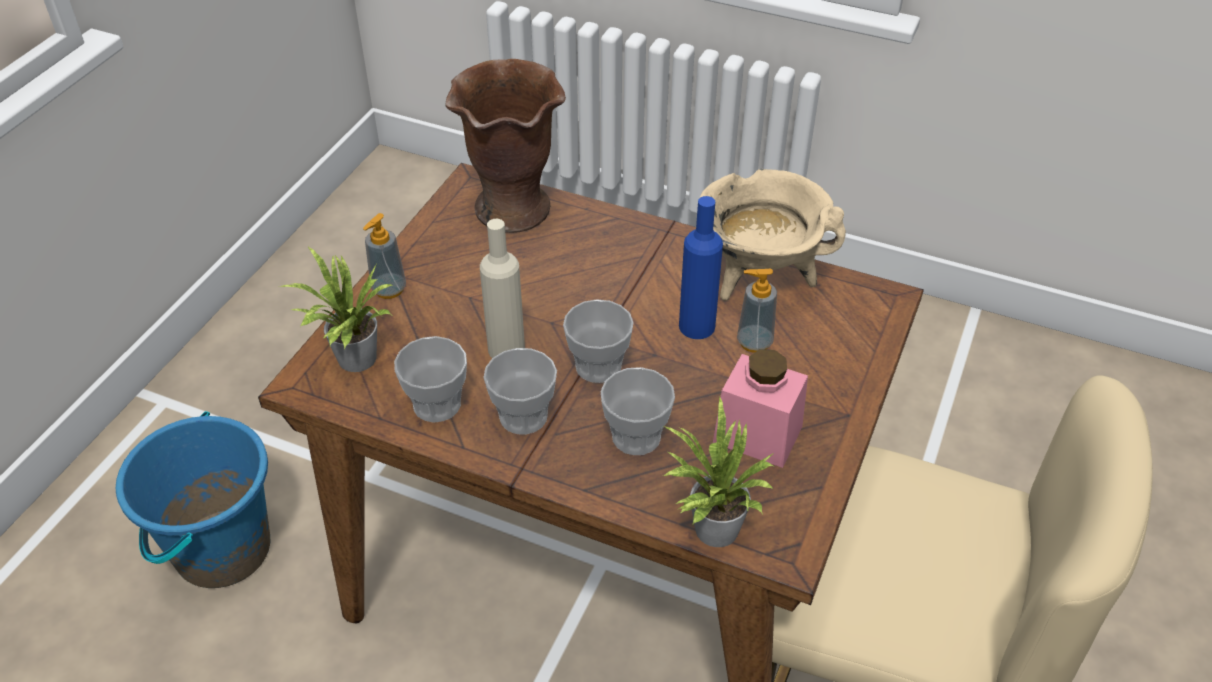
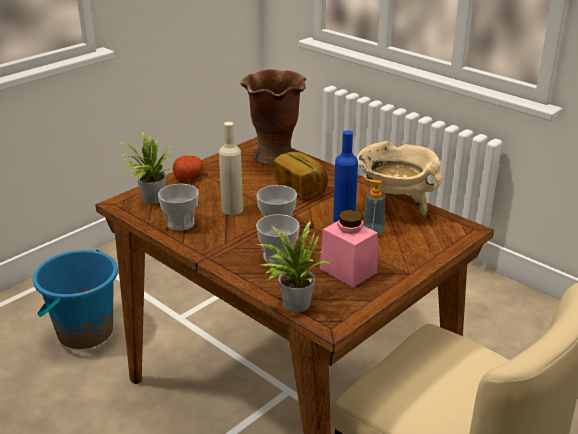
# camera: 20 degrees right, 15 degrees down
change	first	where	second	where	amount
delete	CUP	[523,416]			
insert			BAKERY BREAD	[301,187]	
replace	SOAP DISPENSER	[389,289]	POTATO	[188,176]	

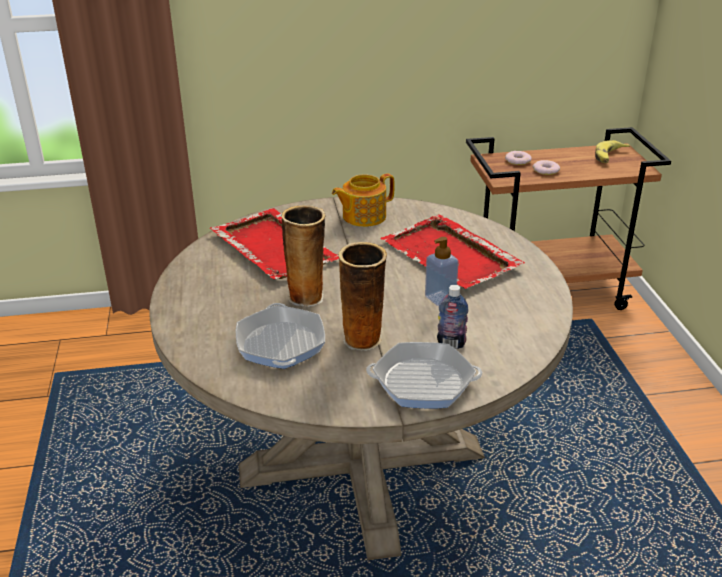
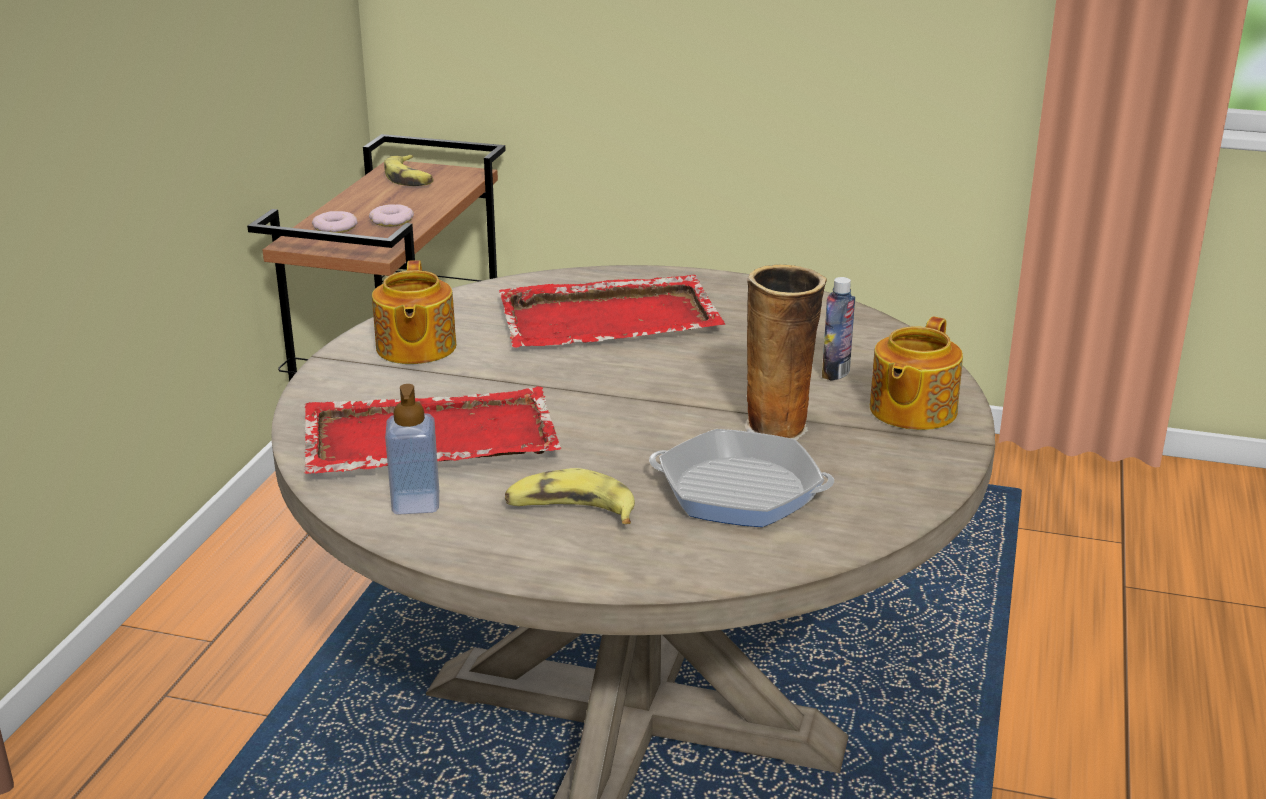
# camera: 65 degrees left, 5 degrees down
change	first	where	second	where	amount
delete	DECORATIVE VASE	[307,296]			
insert			BANANA	[570,512]	
move	SOAP DISPENSER	[440,298]		[416,503]	
replace	FRYING PAN	[423,382]	TEA POT	[911,410]	

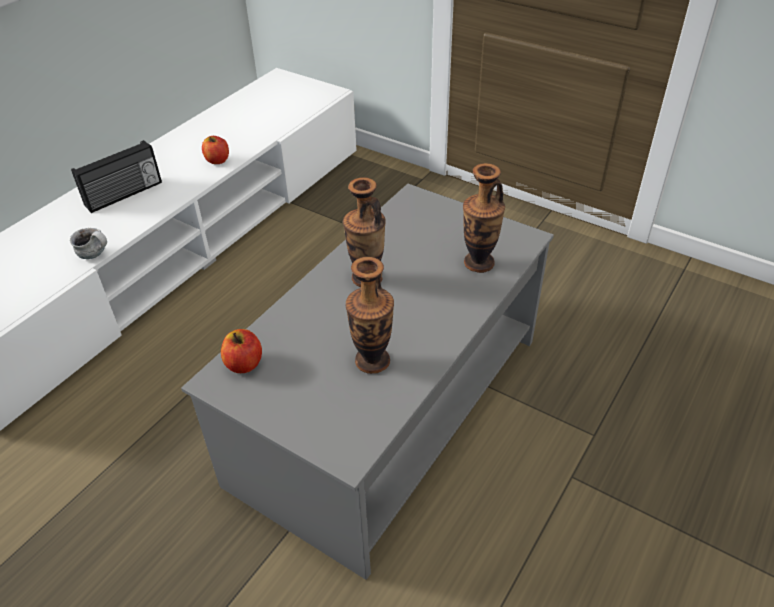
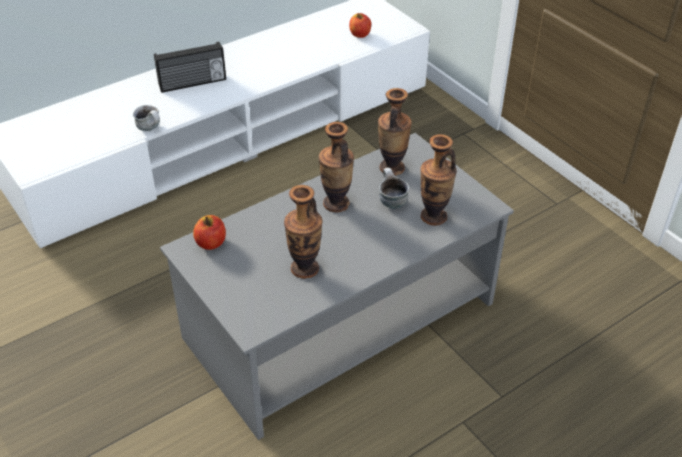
# camera: 20 degrees right, 0 degrees up
change	first	where	second	where	amount
insert			DECORATIVE VASE	[392,168]	
insert			COFFEE MUG	[390,200]	
move	WHOLE APPLE	[217,160]		[360,34]	

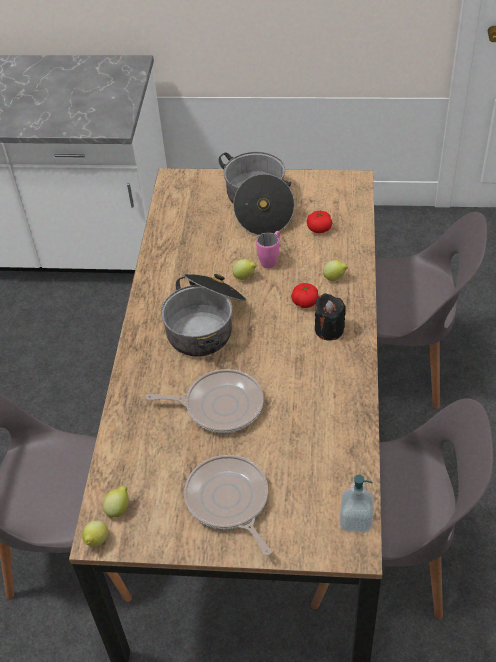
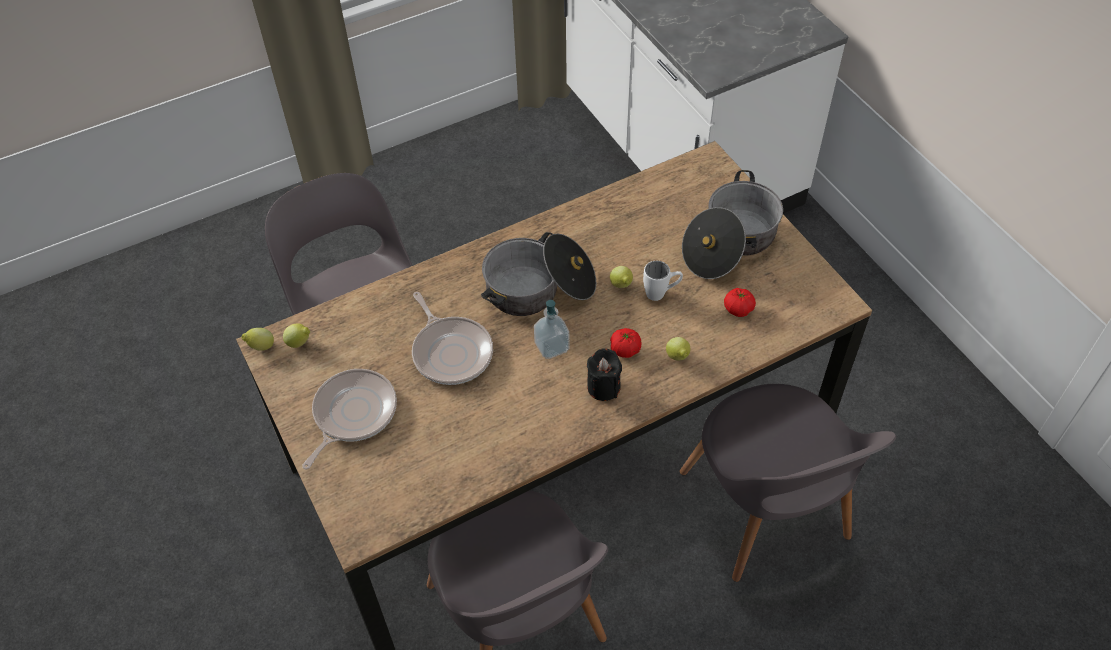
# camera: 55 degrees right, 5 degrees up
change	first	where	second	where	amount
move	SOAP DISPENSER	[355,520]		[552,346]	
recolor	PINK-COLOURED COFFEE MUG	[271,260]	WHITE COFFEE MUG	[661,293]	

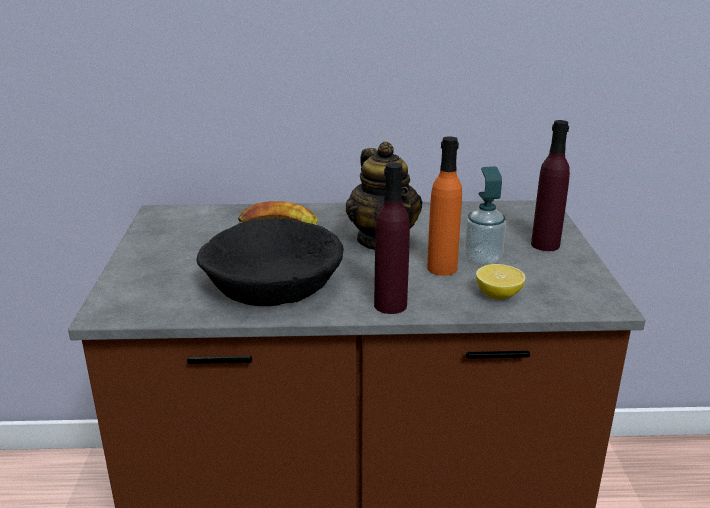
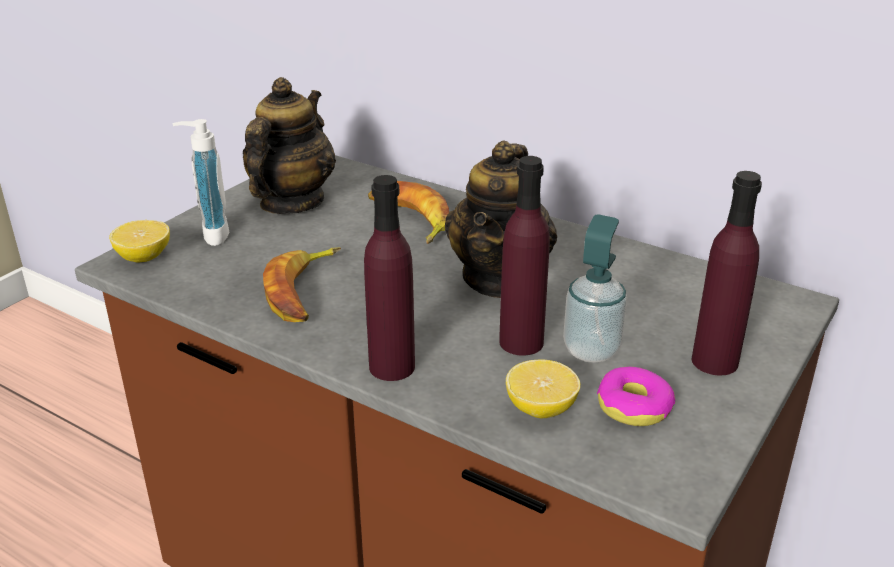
# camera: 35 degrees right, 5 degrees up
change	first	where	second	where	amount
insert			LEMON	[144,257]	
insert			SOAP DISPENSER	[210,235]	
insert			TEA POT	[291,202]	
insert			RING DOUGHNUT	[634,407]	
replace	BLACK-COLOURED SERVING BOWL	[273,286]	BANANA	[304,291]	
recolor	ORANGE-COLOURED DRINK BOTTLE	[442,268]	PURPLE DRINK BOTTLE	[521,342]	

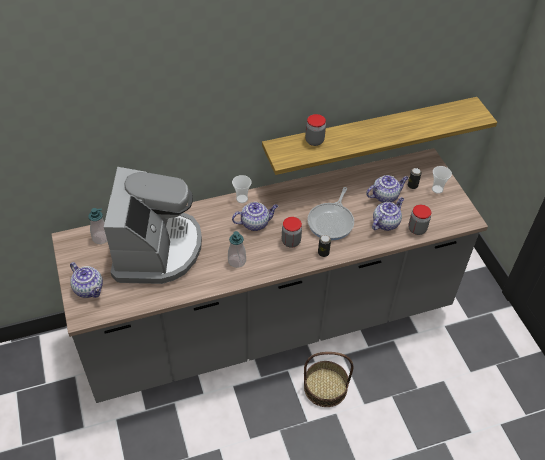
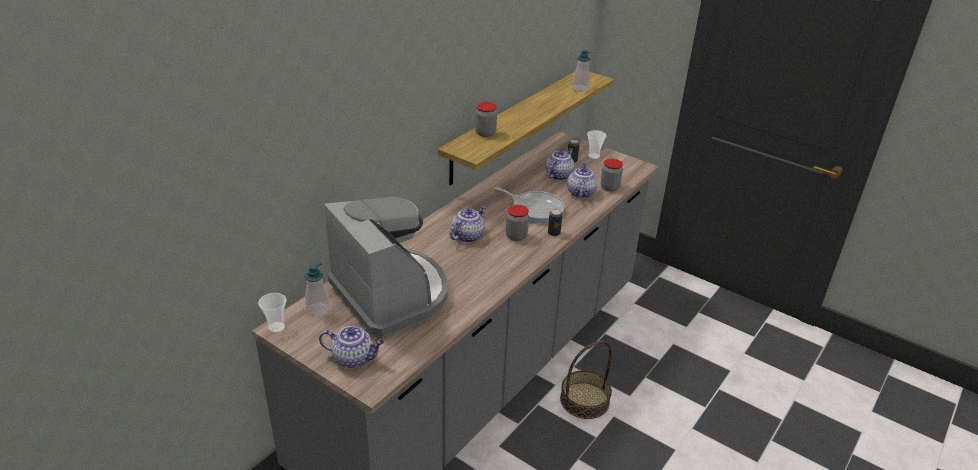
# camera: 35 degrees left, 15 degrees down
change	first	where	second	where	amount
move	SOAP DISPENSER	[237,261]		[580,88]	
move	CUP	[242,199]		[276,327]	
rotate	FRYING PAN	[331,222]		[535,209]	45 degrees counterclockwise

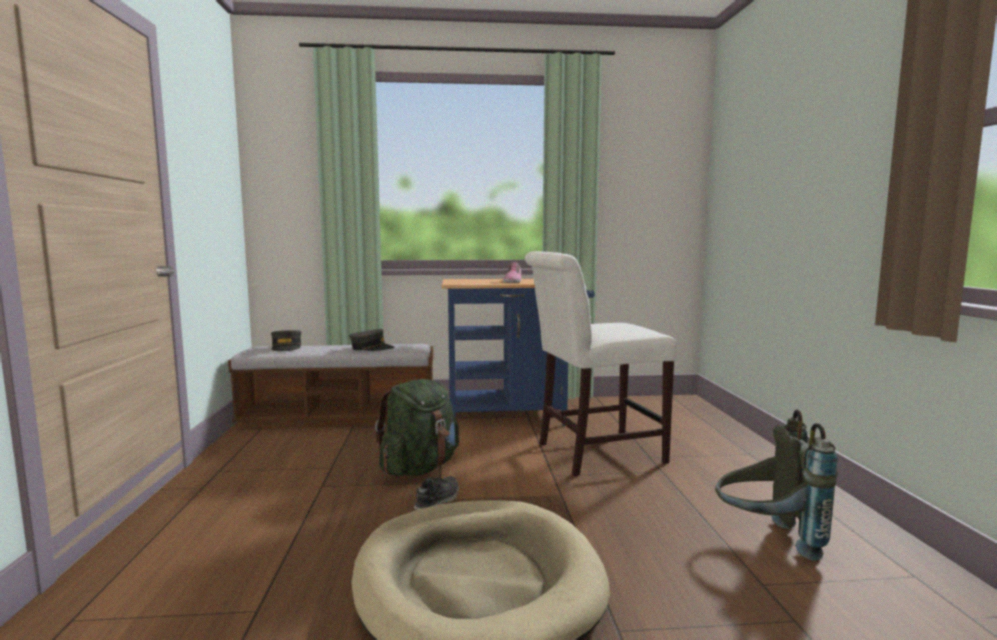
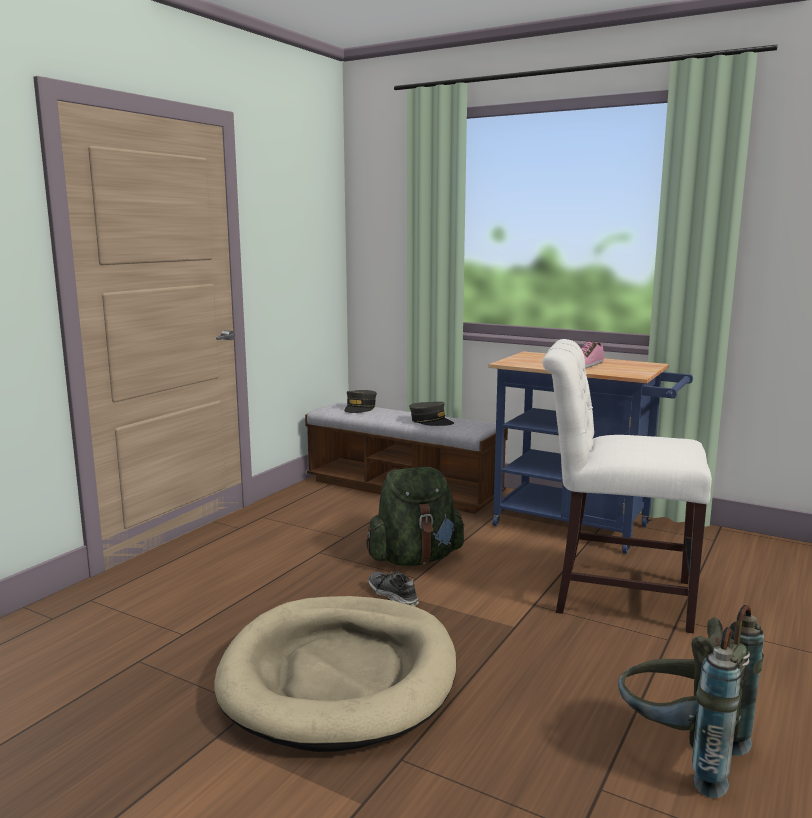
# camera: 35 degrees right, 5 degrees up
change	first	where	second	where	amount
rotate	LOW SHOE	[437,501]		[393,595]	105 degrees counterclockwise

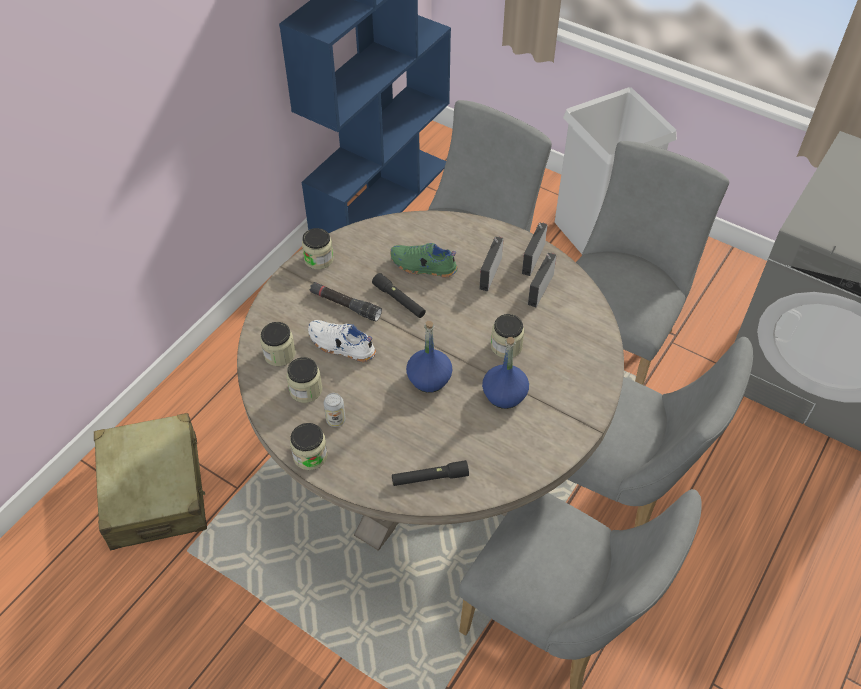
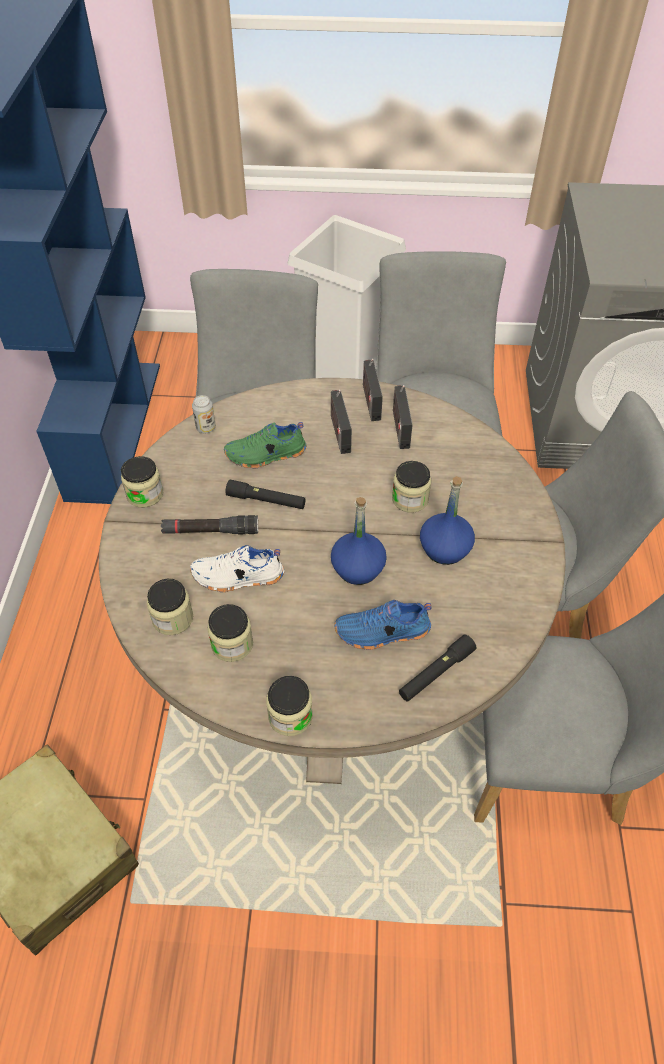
# camera: 30 degrees left, 0 degrees up
change	first	where	second	where	amount
insert			BLUISH LOW SHOE	[382,633]	
move	CAN	[336,420]		[206,428]	

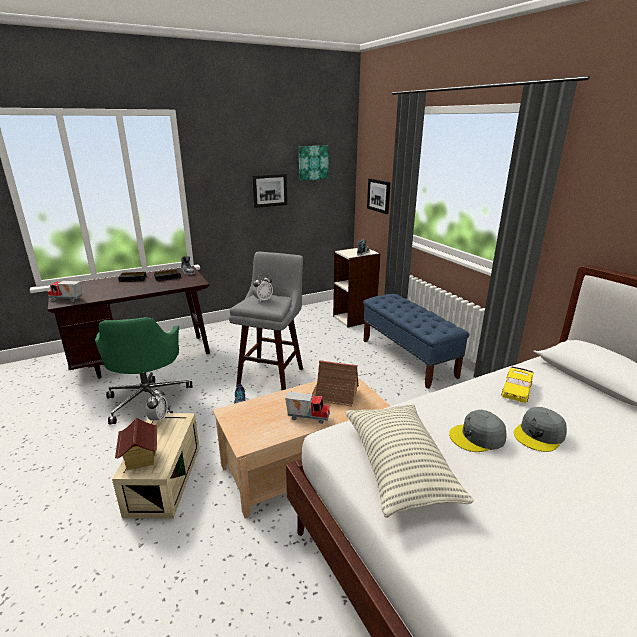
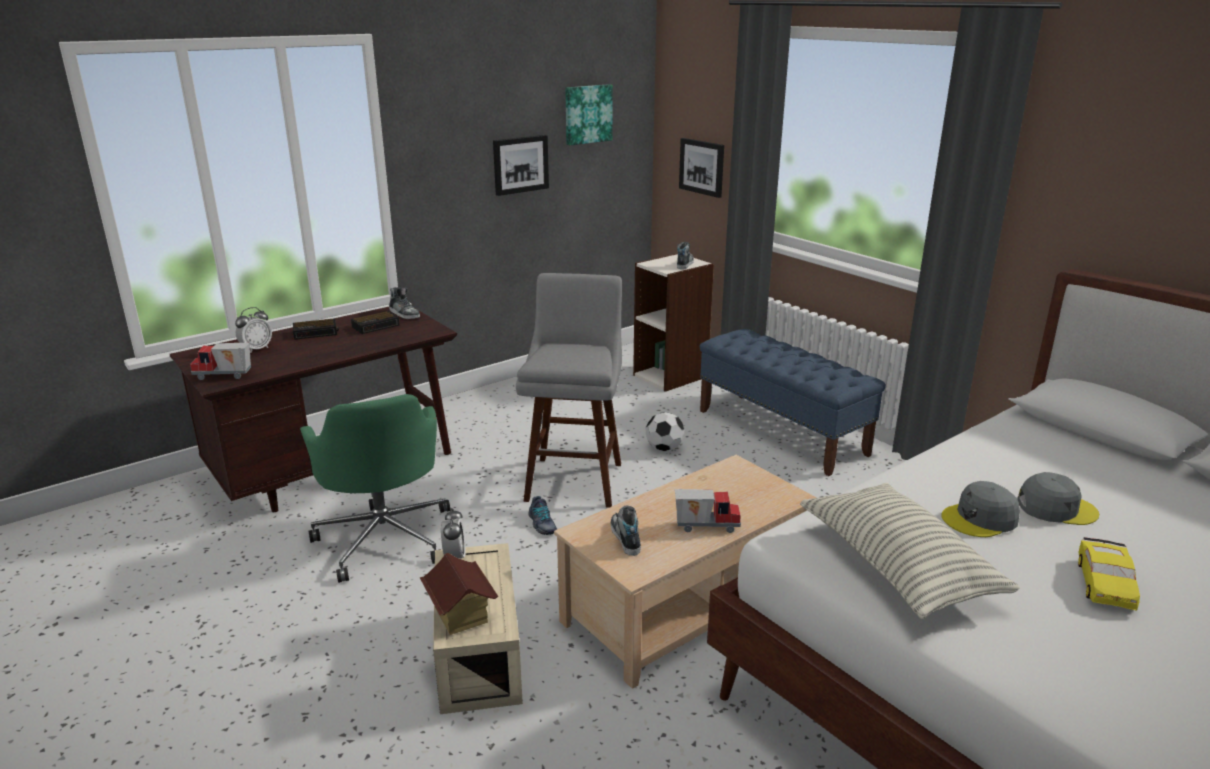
# camera: 10 degrees left, 0 degrees up
change	first	where	second	where	amount
delete	MODEL HOUSE	[334,395]			
insert			LOW SHOE	[625,538]	
insert			FOOTBALL	[664,448]	
move	ALARM CLOCK	[263,300]		[256,349]	
move	YELLOW-COLOURED MODEL CAR	[516,390]		[1105,583]	
rotate	GREY BASEBALL CAP	[539,435]		[1055,508]	120 degrees counterclockwise

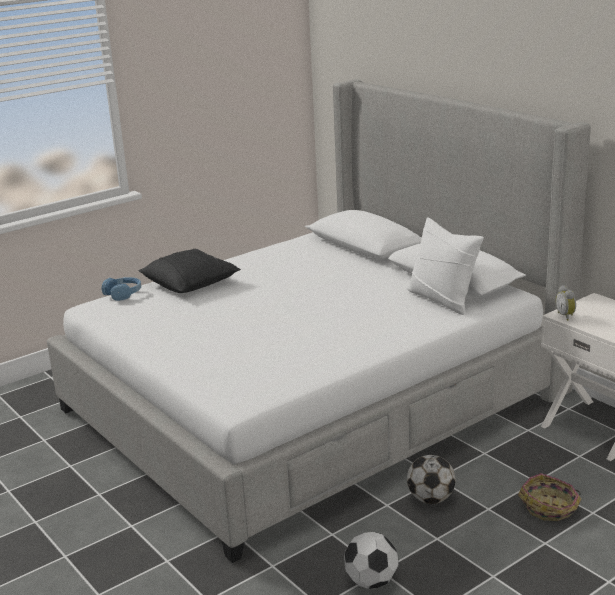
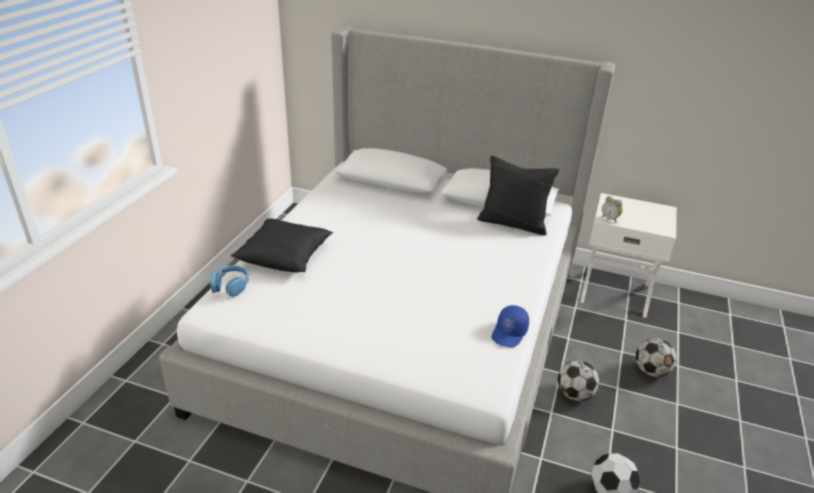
# camera: 35 degrees left, 10 degrees up
change	first	where	second	where	amount
insert			BLUISH BASEBALL CAP	[510,333]	
replace	BASKET	[550,507]	FOOTBALL	[651,371]	
recolor	WHITE PILLOW	[442,299]	BLACK-COLOURED PILLOW	[513,223]	

